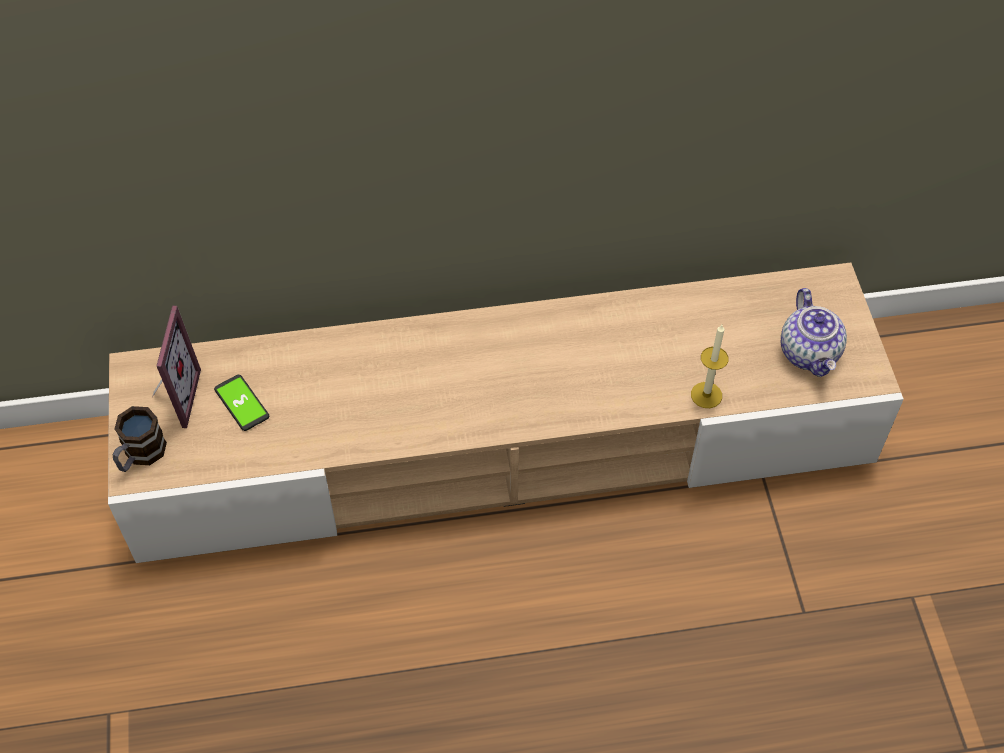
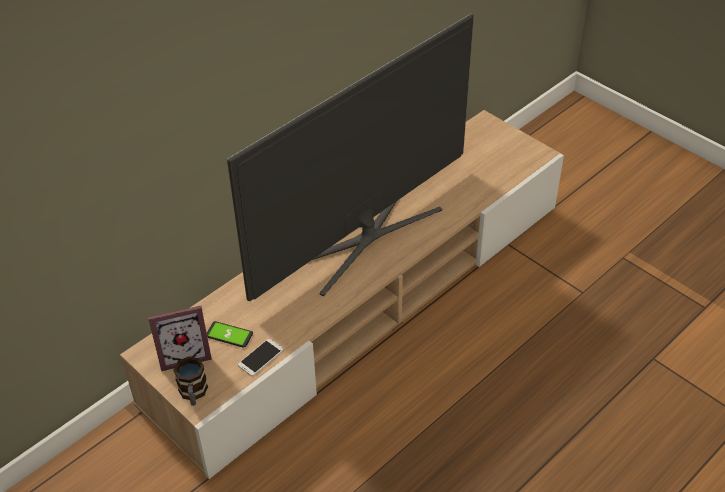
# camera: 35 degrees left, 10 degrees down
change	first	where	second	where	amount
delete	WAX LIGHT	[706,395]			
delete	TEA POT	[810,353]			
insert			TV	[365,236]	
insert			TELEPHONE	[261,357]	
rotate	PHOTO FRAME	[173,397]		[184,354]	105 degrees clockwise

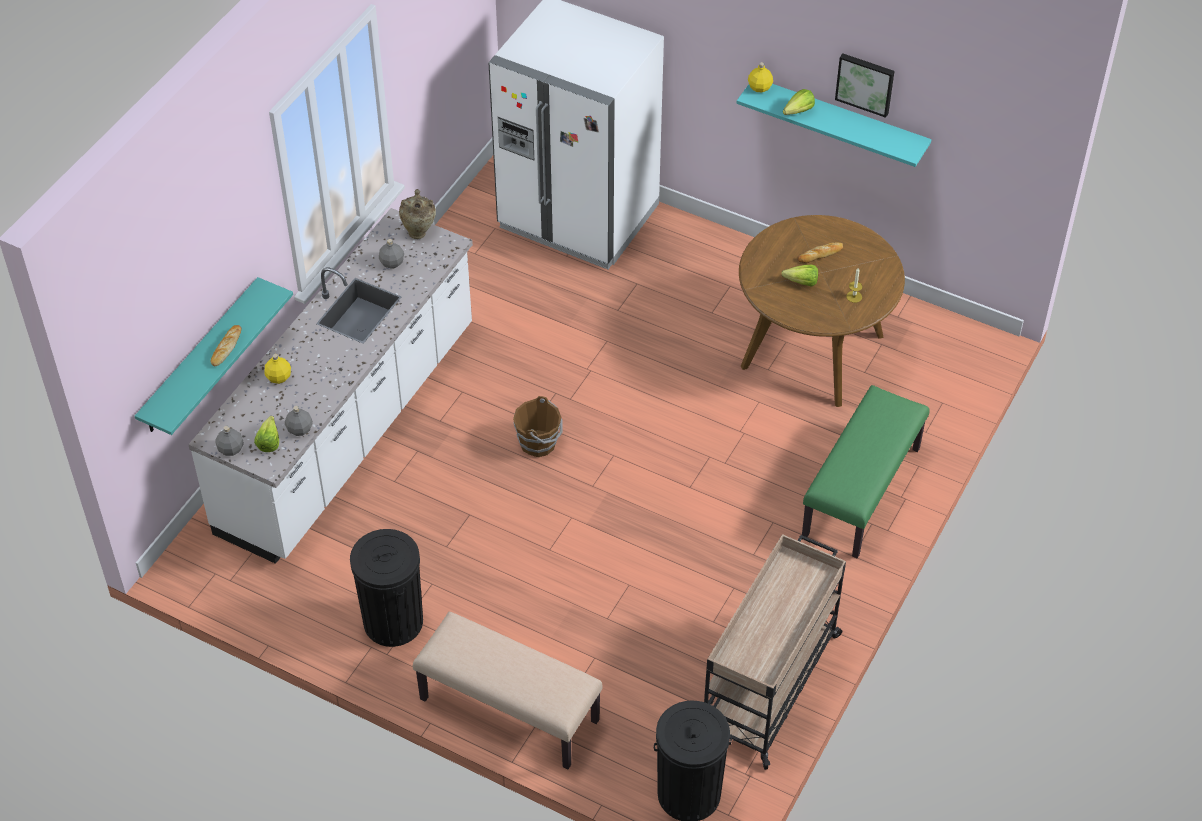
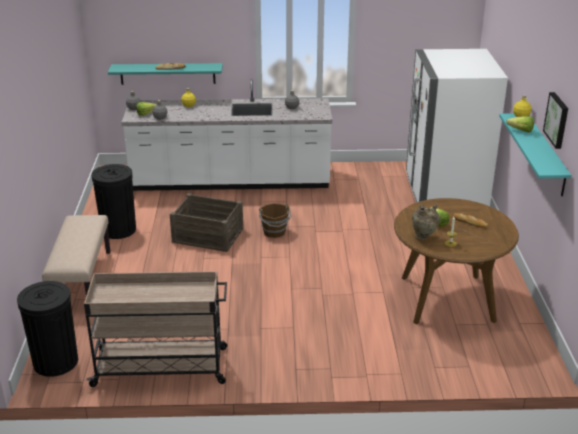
# camera: 60 degrees right, 20 degrees down
change	first	where	second	where	amount
delete	GREEN INDOOR BENCH	[862,492]			
insert			PACKING CRATE	[207,235]	
move	SAND-COLOURED DECORATIVE VASE	[419,232]		[424,237]	

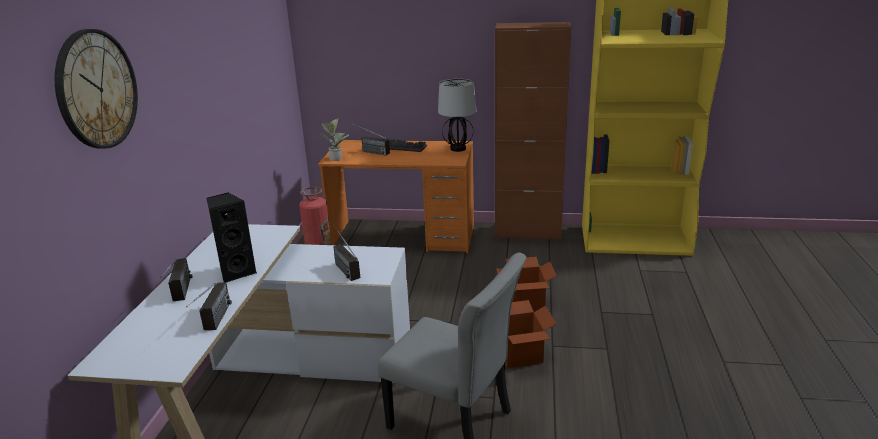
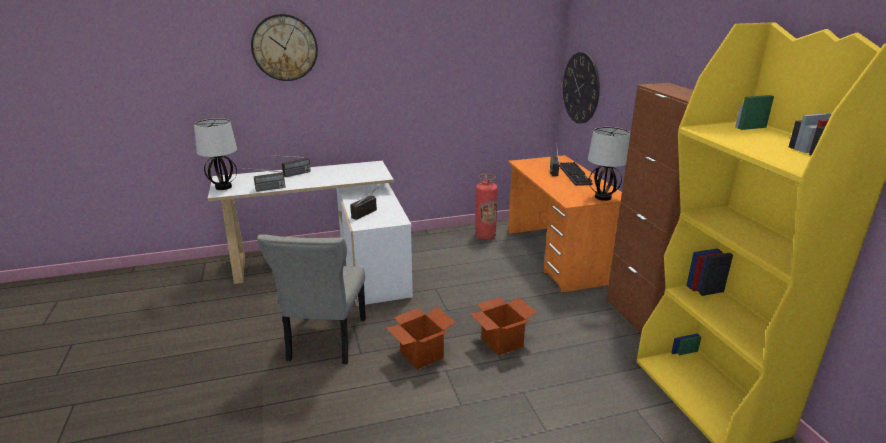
# camera: 65 degrees right, 0 degrees up
change	first	where	second	where	amount
delete	BLACK-COLOURED LOUDSPEAKER	[236,272]			
delete	POTTED PLANT	[337,158]			
insert			TABLE LAMP	[223,187]	
insert			CLOCK ON THE WALL	[581,88]	

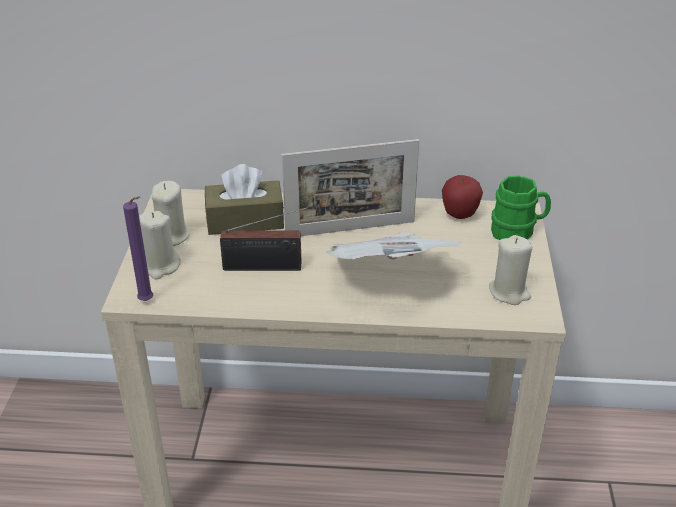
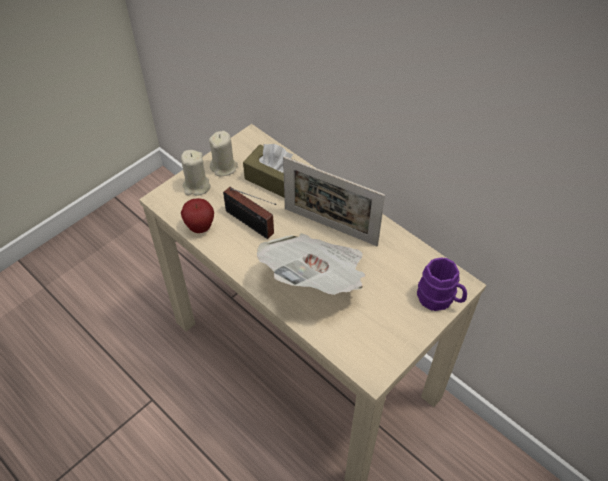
# camera: 40 degrees right, 15 degrees up
change	first	where	second	where	amount
delete	PURPLE WAX LIGHT	[148,302]			
delete	SAND-COLOURED WAX LIGHT	[509,292]			
move	WHOLE APPLE	[459,215]		[200,227]	
recolor	GREEN COFFEE MUG	[518,231]	PURPLE COFFEE MUG	[439,299]	

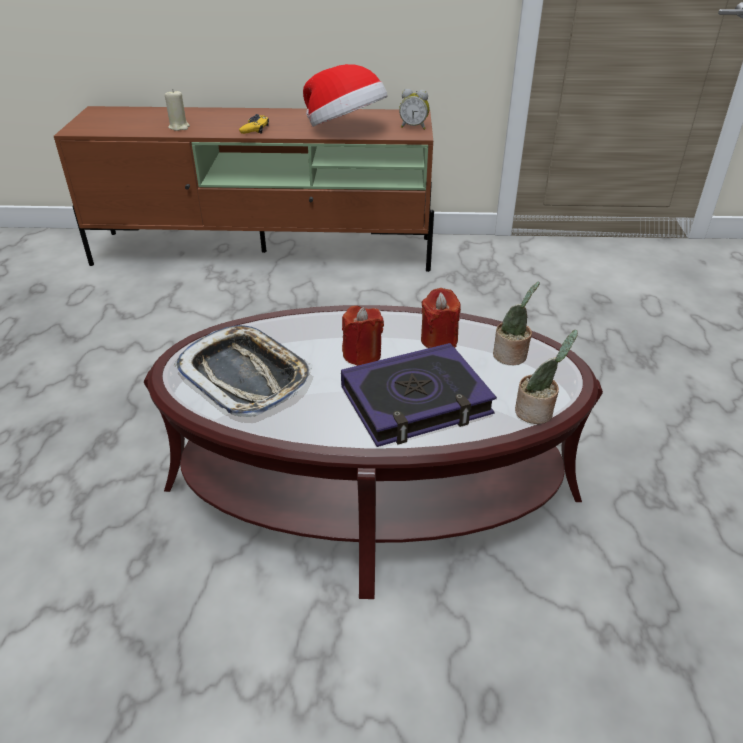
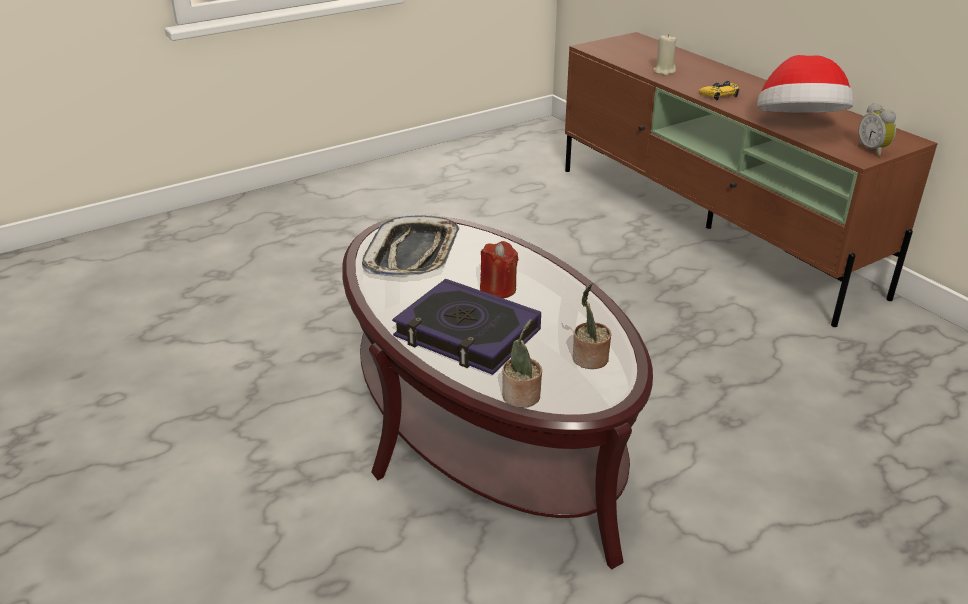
# camera: 55 degrees right, 5 degrees down
change	first	where	second	where	amount
delete	RED WAX LIGHT	[439,340]			

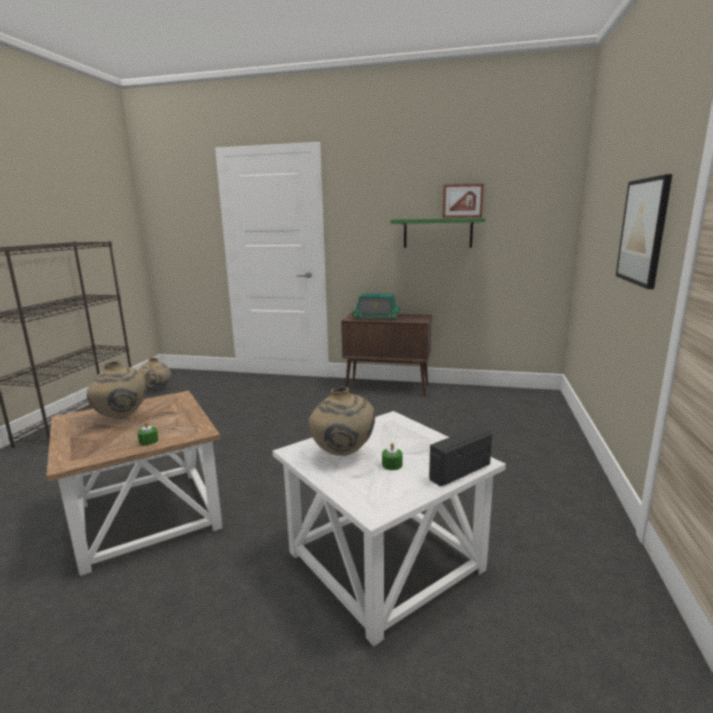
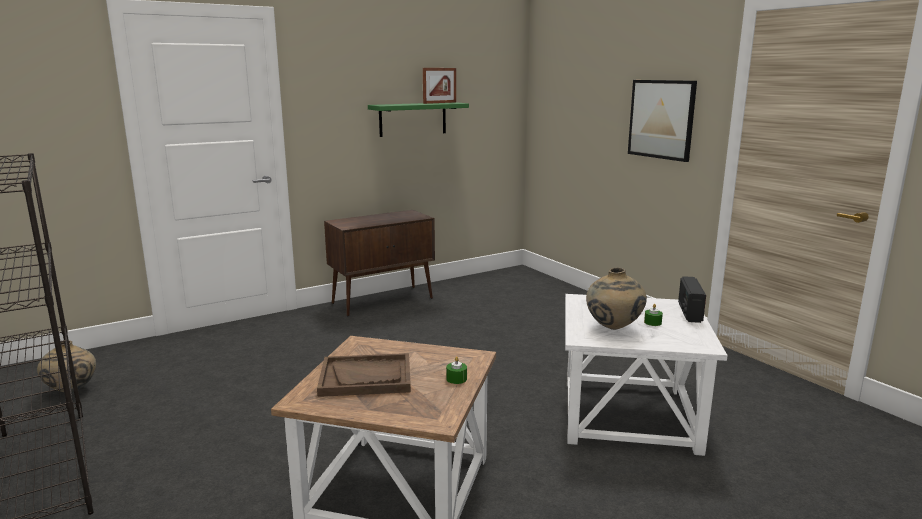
# camera: 45 degrees left, 0 degrees up
change	first	where	second	where	amount
delete	RADIO RECEIVER	[376,317]			
replace	SAND-COLOURED DECORATIVE VASE	[122,418]	BROWNISH CARRYING TRAY	[366,377]	

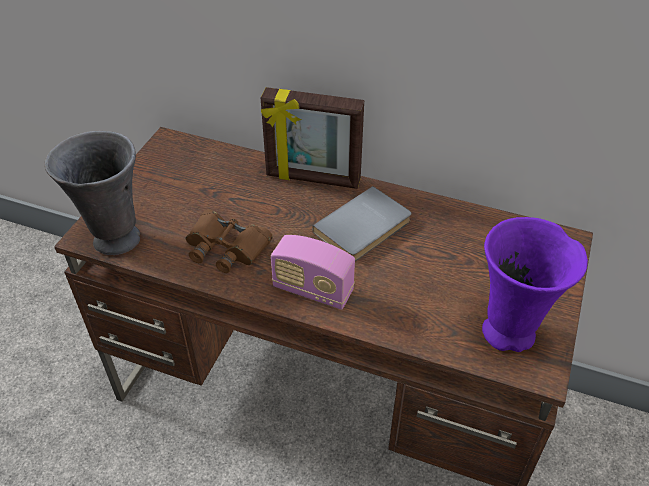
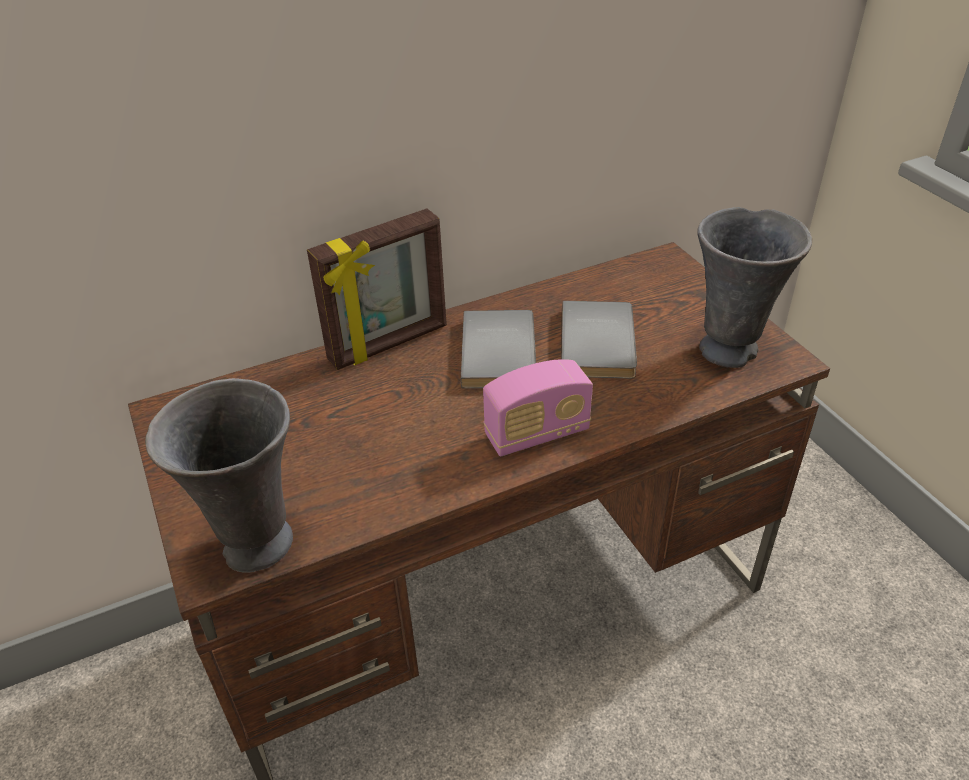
# camera: 45 degrees left, 5 degrees down
change	first	where	second	where	amount
delete	BROWNISH BINOCULARS	[226,247]			
insert			GREY BOUND BOOK	[601,343]	
recolor	PURPLE DECORATIVE VASE	[510,334]	GREY DECORATIVE VASE	[731,350]	

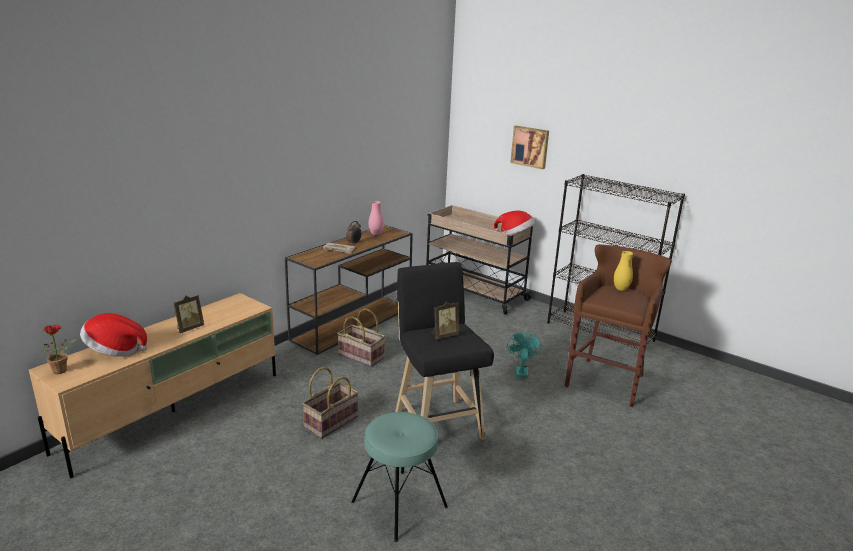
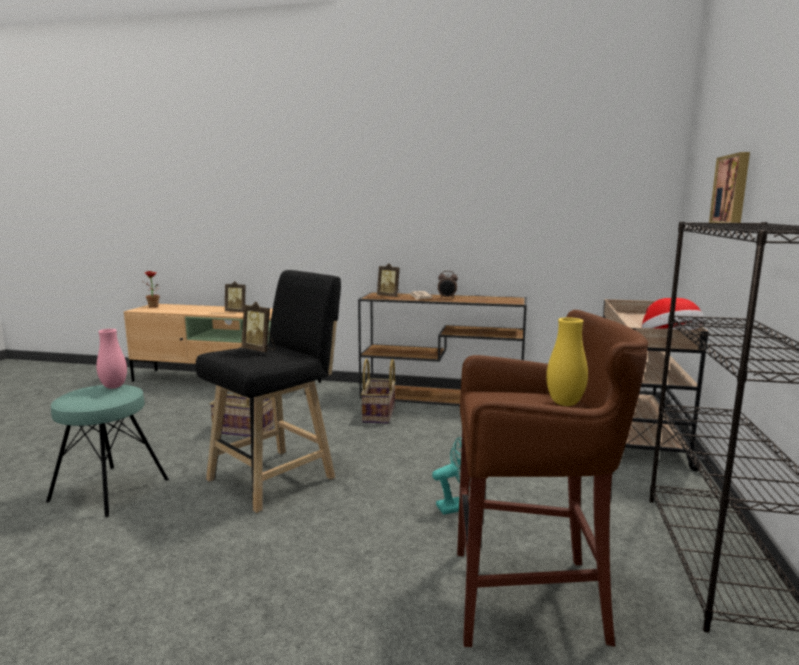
# camera: 65 degrees right, 10 degrees down
change	first	where	second	where	amount
delete	HAT	[114,351]			
insert			PHOTO FRAME	[389,296]	
move	PINK-COLOURED DECORATIVE VASE	[376,234]		[114,387]	

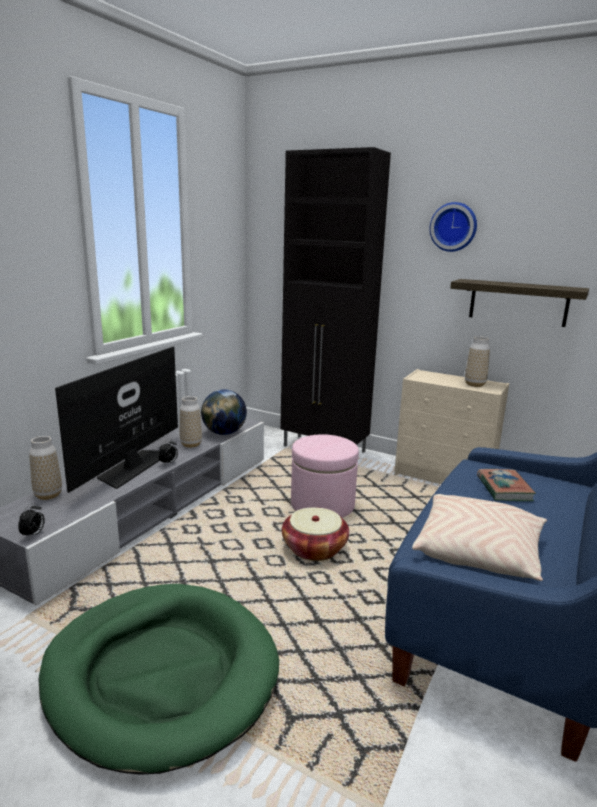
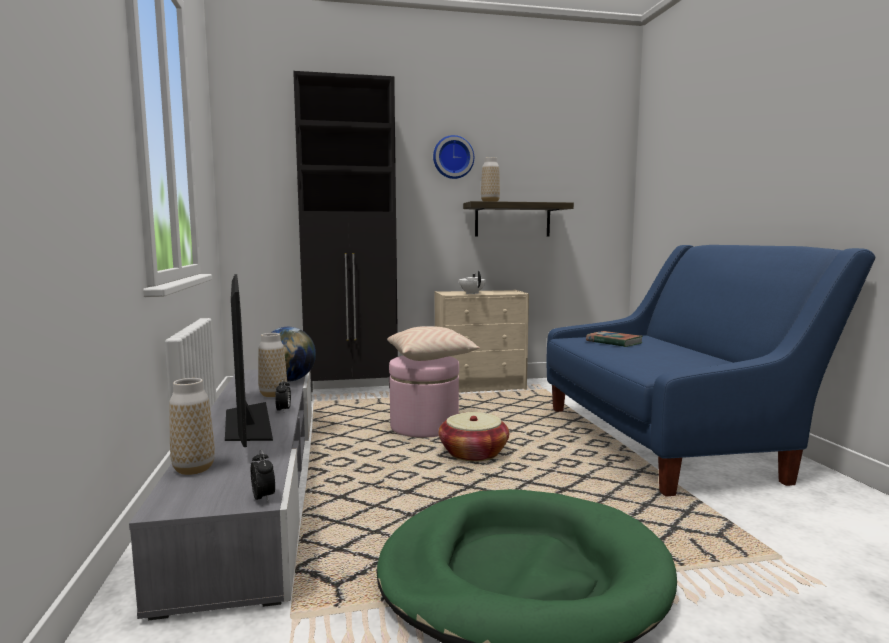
# camera: 40 degrees left, 10 degrees down
change	first	where	second	where	amount
insert			WHITE TEA POT	[472,293]	
move	SAND-COLOURED PILLOW	[478,552]		[432,358]	
move	DECORATIVE VASE	[474,384]		[490,202]	

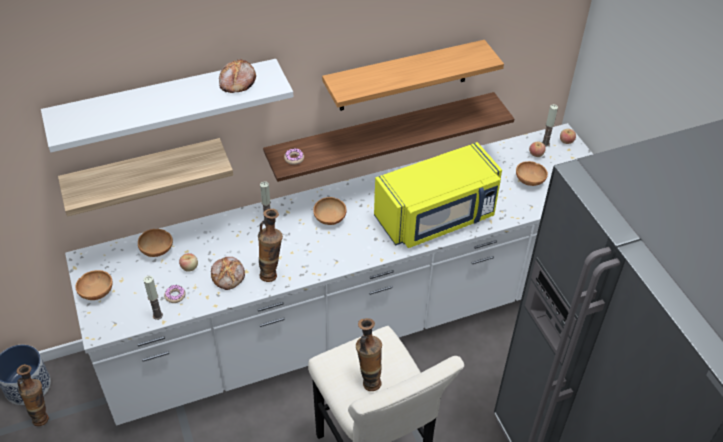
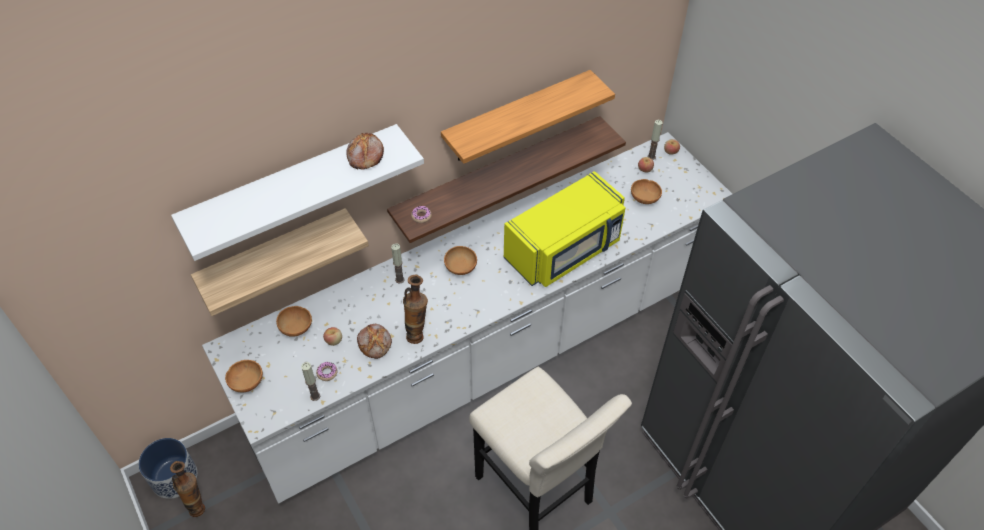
# camera: 10 degrees left, 5 degrees up
change	first	where	second	where	amount
delete	DECORATIVE VASE	[368,379]			

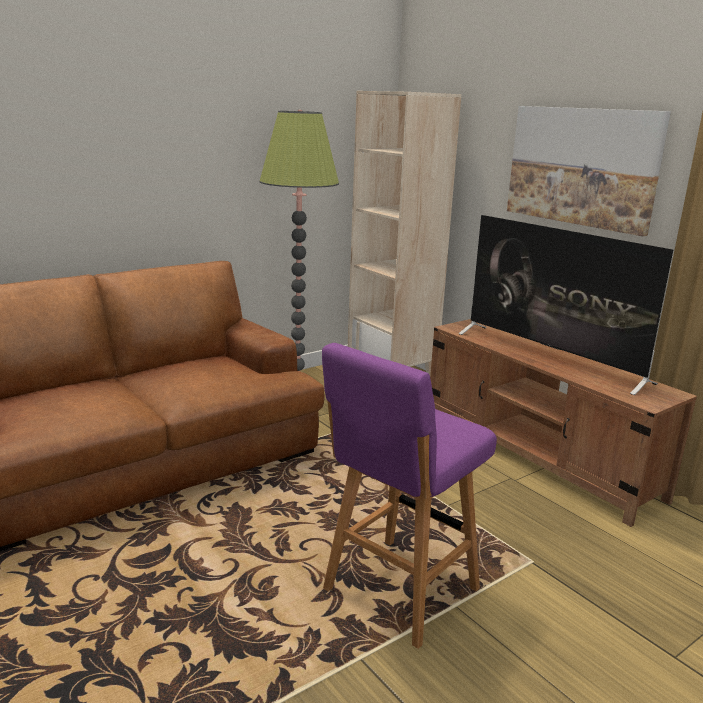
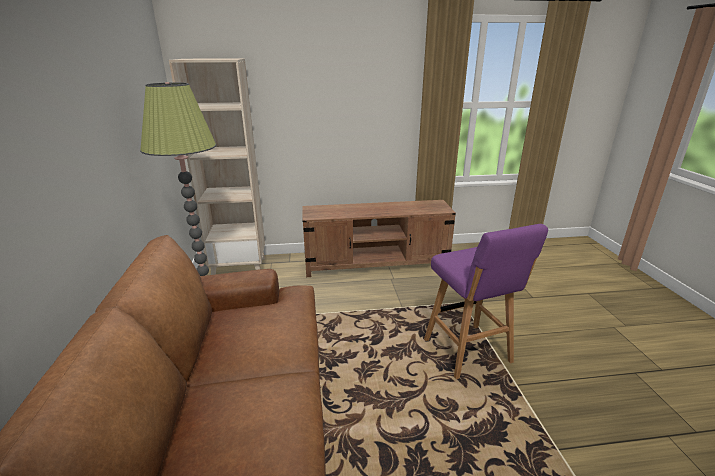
# camera: 60 degrees left, 5 degrees up
change	first	where	second	where	amount
delete	TV	[550,357]			
delete	PICTURE	[582,166]			

